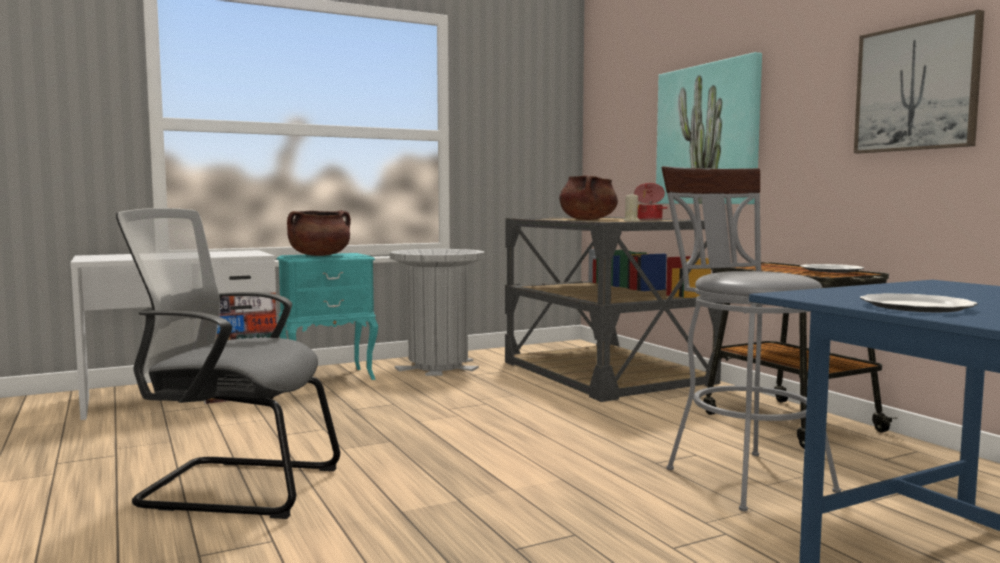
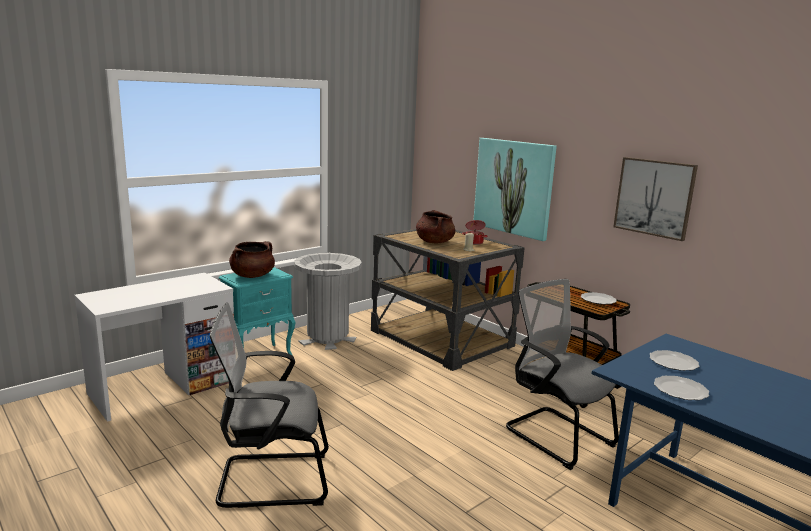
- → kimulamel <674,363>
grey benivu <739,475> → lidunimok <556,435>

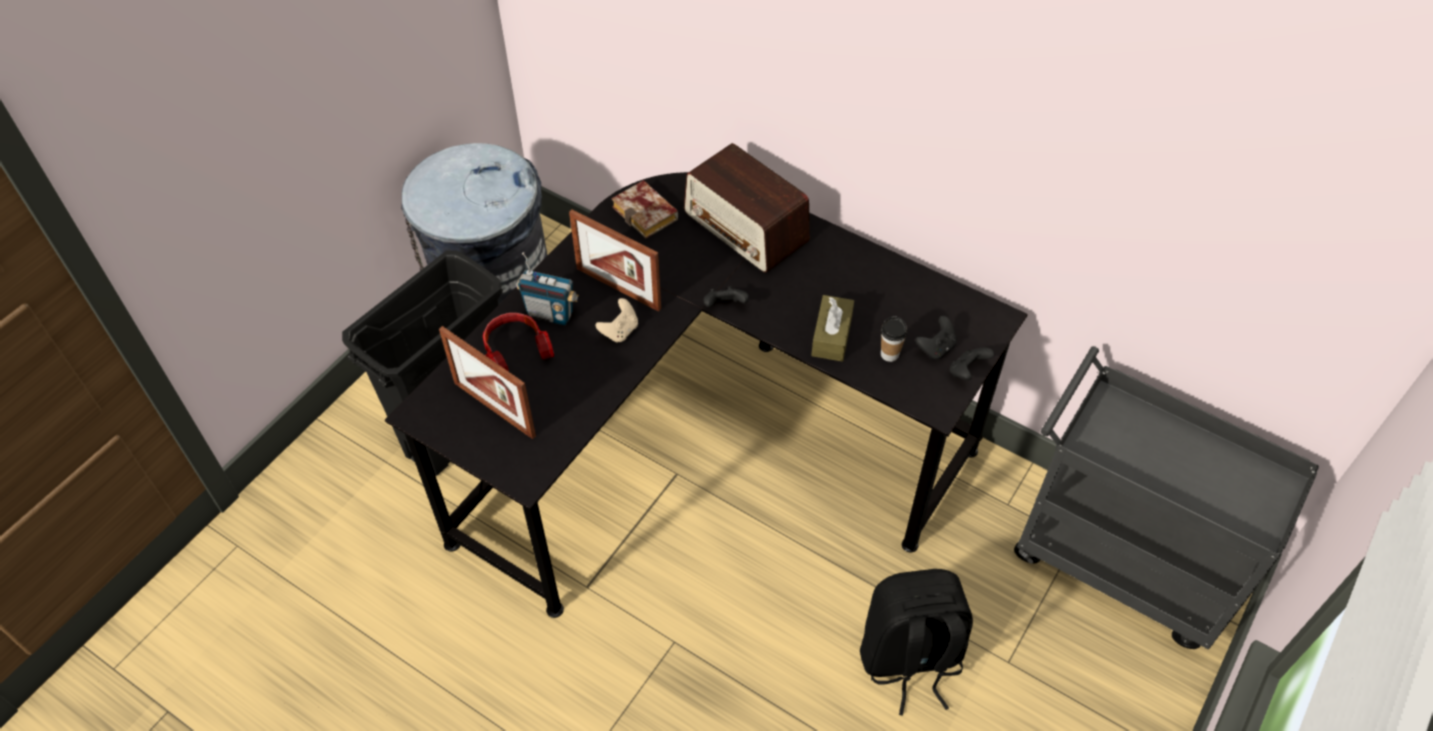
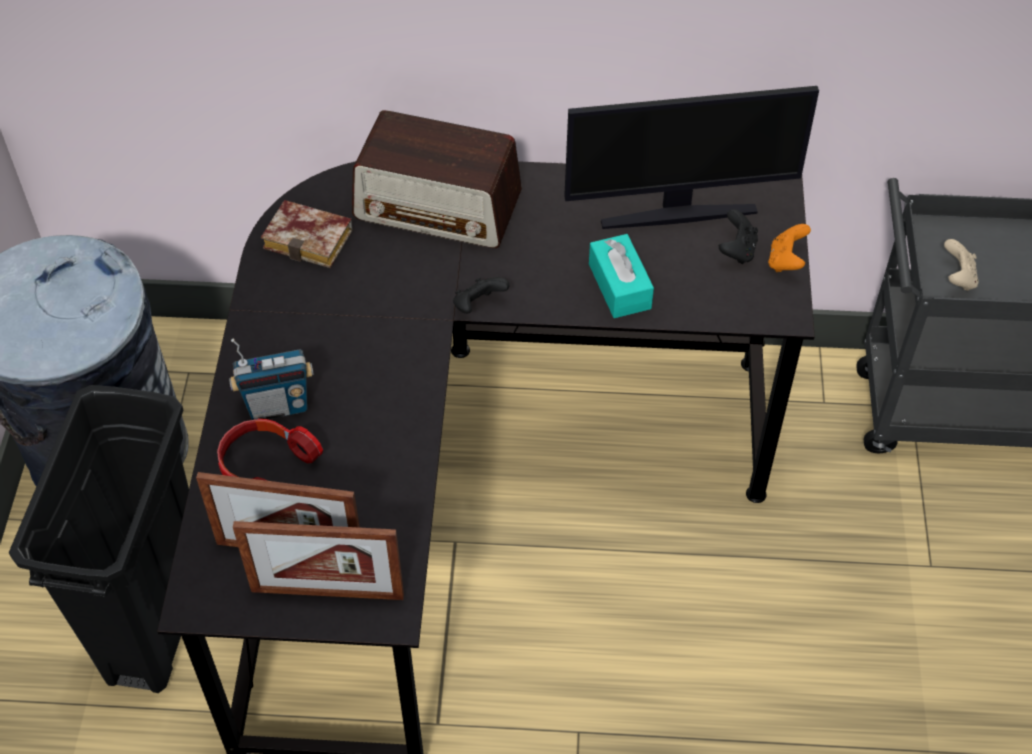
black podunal <909,660> → -
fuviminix <889,354> → -
- → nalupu <678,213>
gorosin <618,288> → gorosin <327,593>, shifted
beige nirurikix <620,331> → beige nirurikix <957,278>, shifted
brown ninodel <831,336> → turquoise ninodel <619,286>
black nirurikix <967,372> → orange nirurikix <786,261>

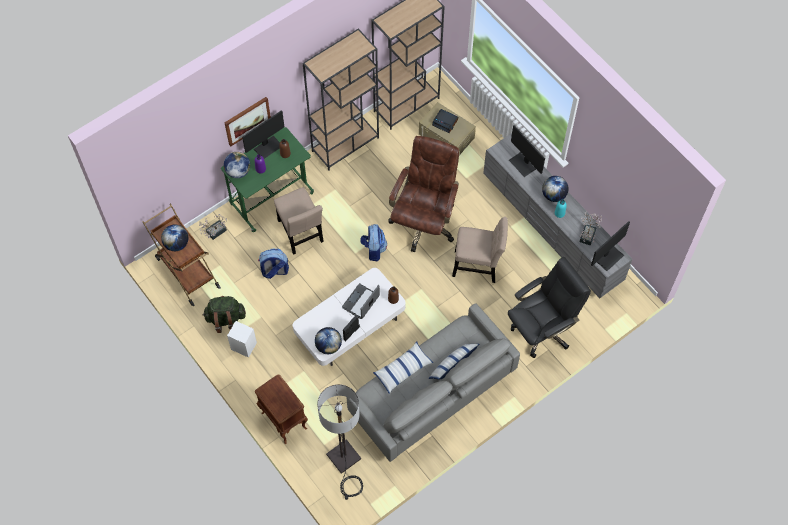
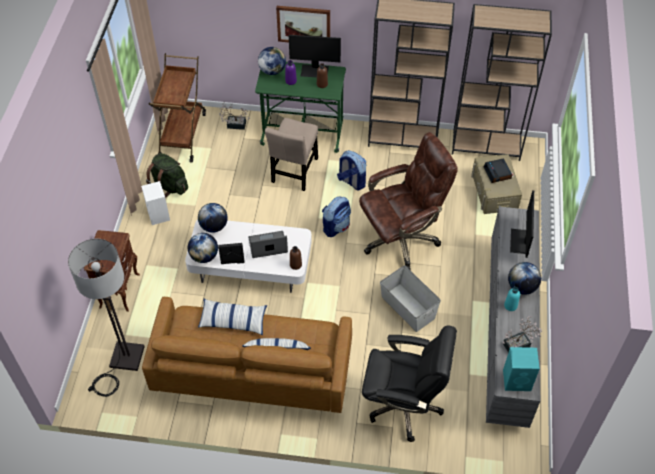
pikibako <176,244> → pikibako <214,226>, shifted
podunal <274,271> → podunal <351,181>, shifted
beige lidunimok <478,266> → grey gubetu <407,308>
nalupu <609,257> → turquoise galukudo <517,380>
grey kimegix <432,393> → brown kimegix <252,373>

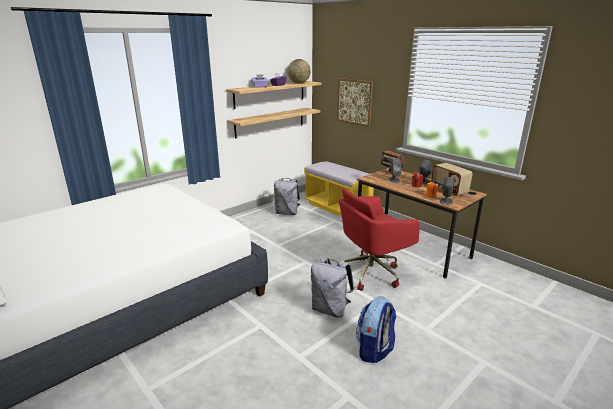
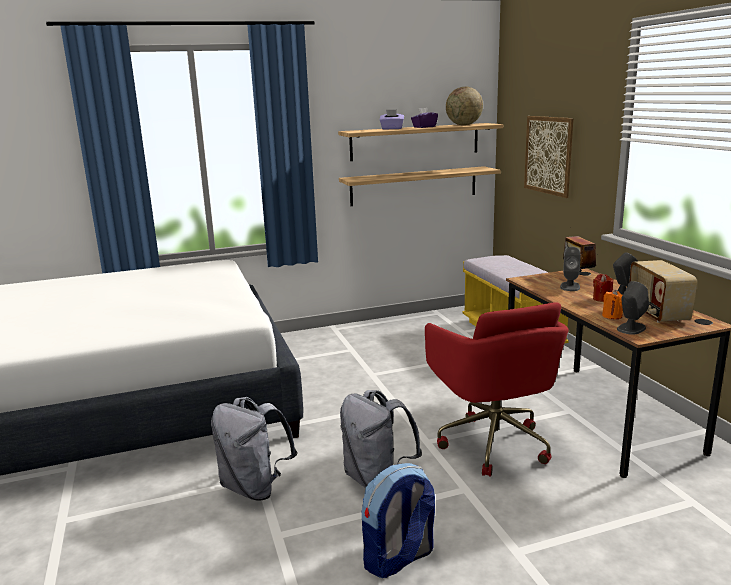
grey podunal <287,213> → grey podunal <254,487>, shifted
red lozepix <372,273> → red lozepix <491,443>, 105 degrees counterclockwise

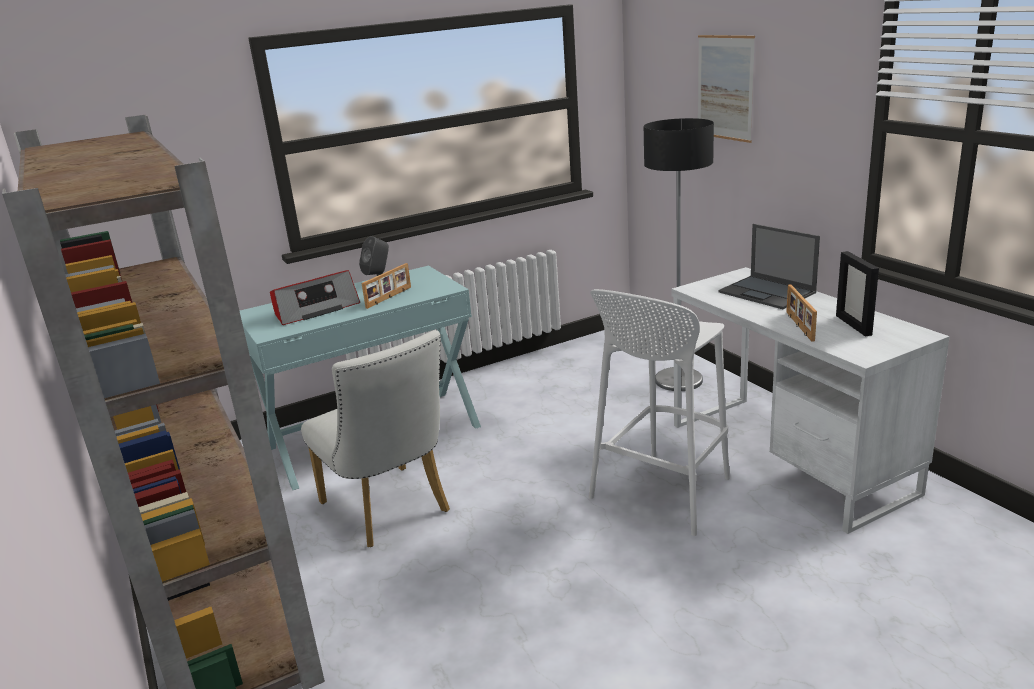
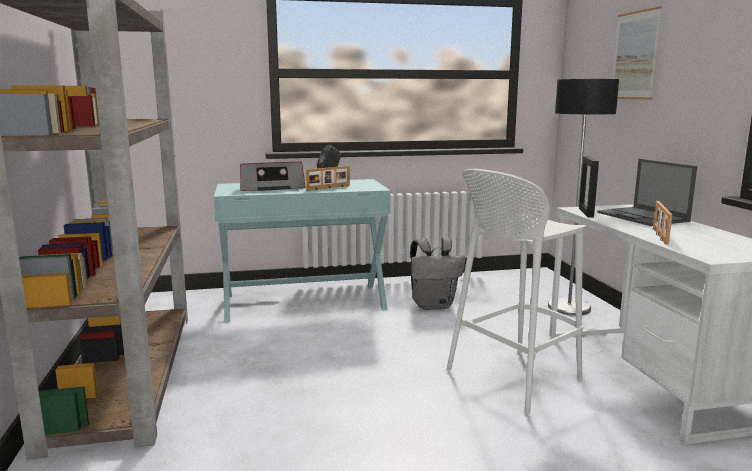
white lidunimok <390,511> → -
- → grey podunal <433,305>
gorosin <854,325> → gorosin <587,212>, shifted

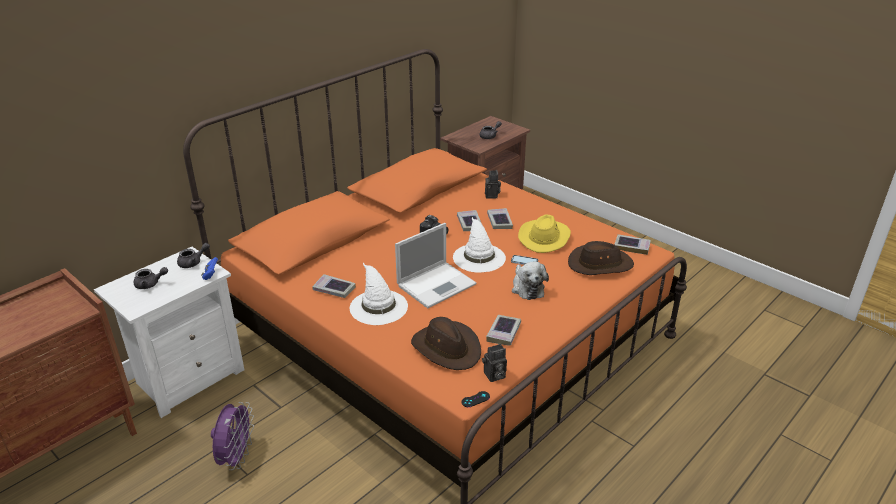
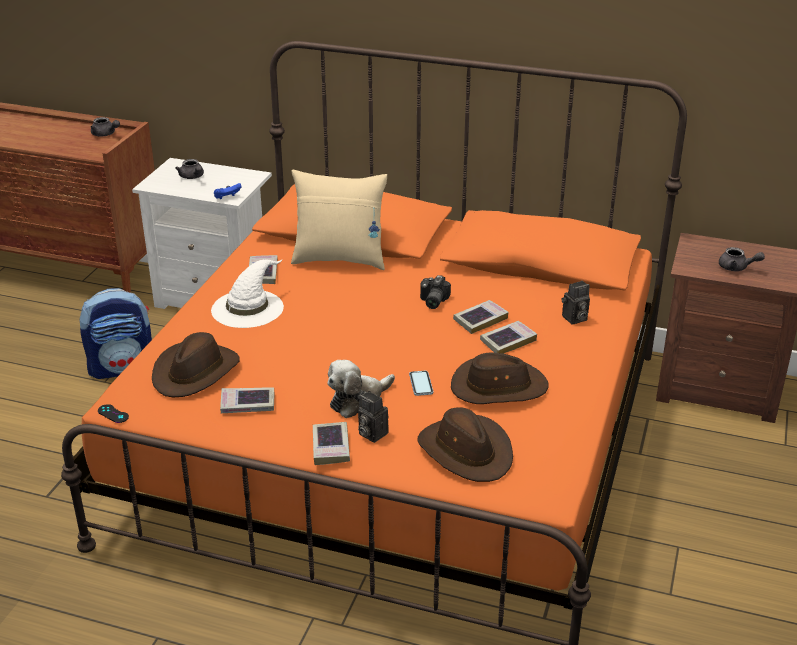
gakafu <437,284> → -
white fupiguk <478,257> → -
- → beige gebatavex <339,260>
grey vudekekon <193,262> → grey vudekekon <105,134>, shifted
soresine <494,376> → soresine <371,433>, shifted
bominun <632,246> → bominun <331,447>, shifted
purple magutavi <236,457> → podunal <123,367>
yellow fupiguk <544,237> → brown fupiguk <498,387>

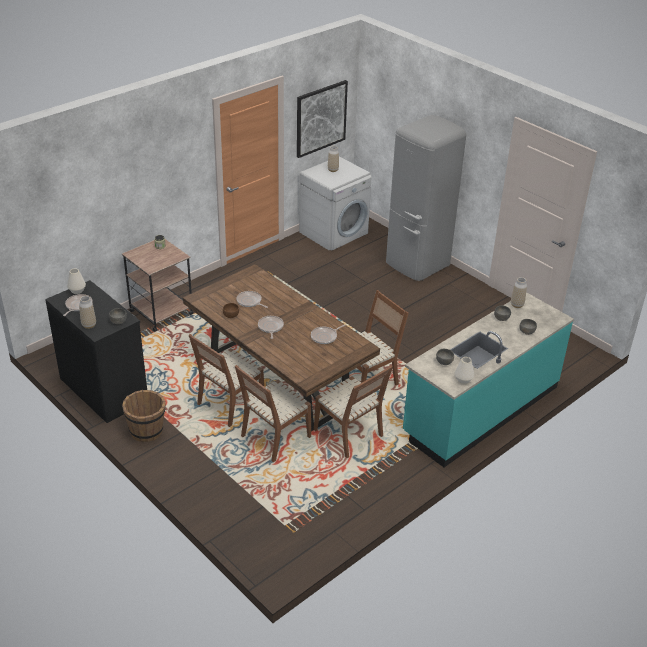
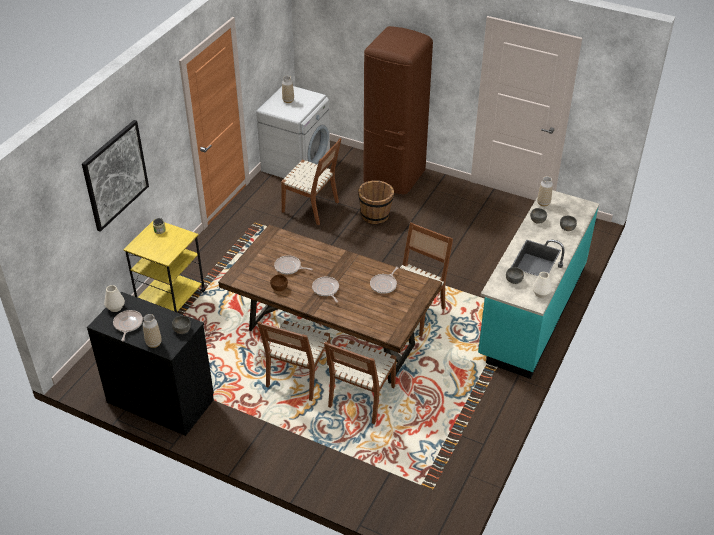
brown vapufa <147,431> → brown vapufa <375,215>, shifted
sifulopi <321,118> → sifulopi <115,175>, shifted
lidunimok <349,435> → lidunimok <312,208>, shifted
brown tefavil <162,312> → yellow tefavil <171,297>
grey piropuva <416,264> → brown piropuva <393,177>

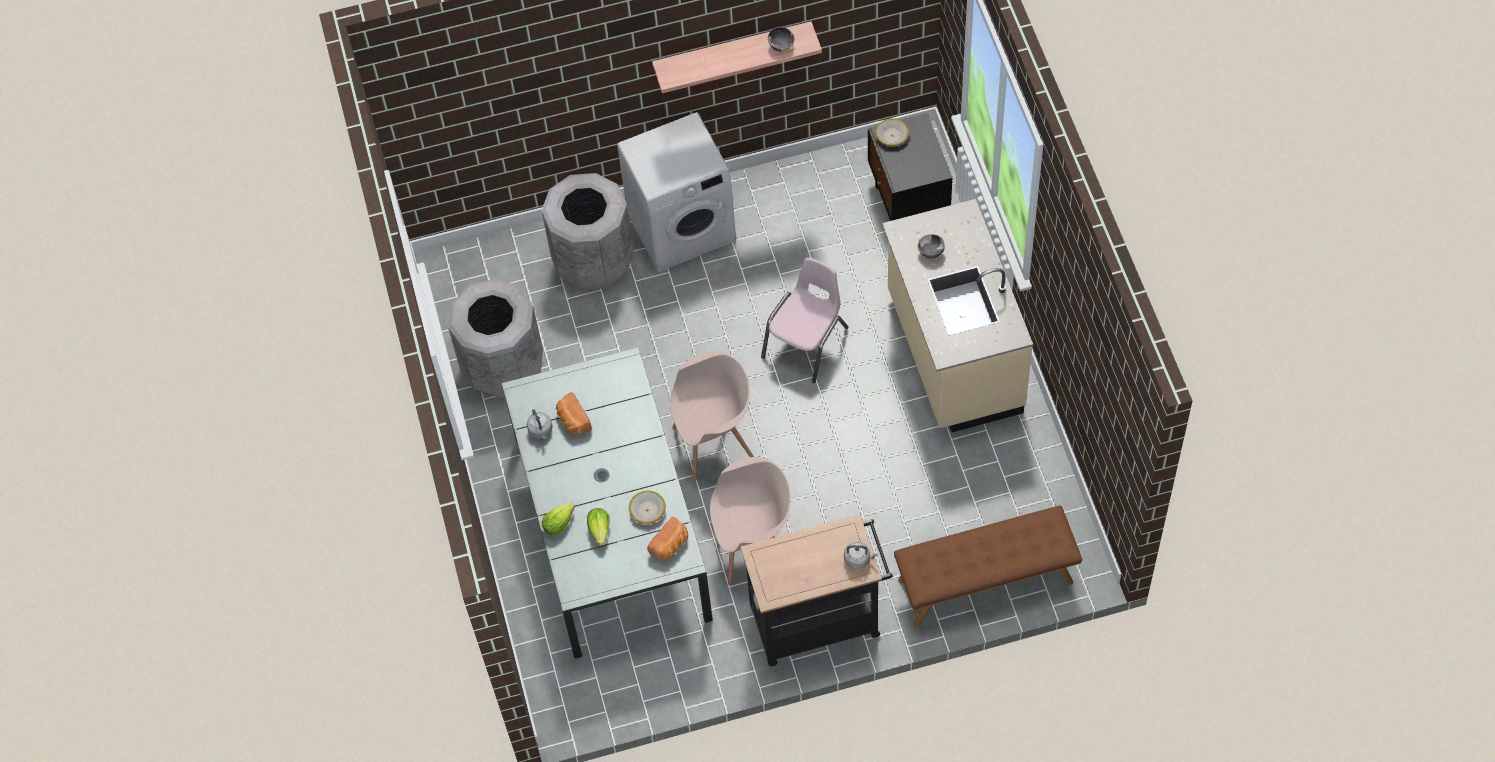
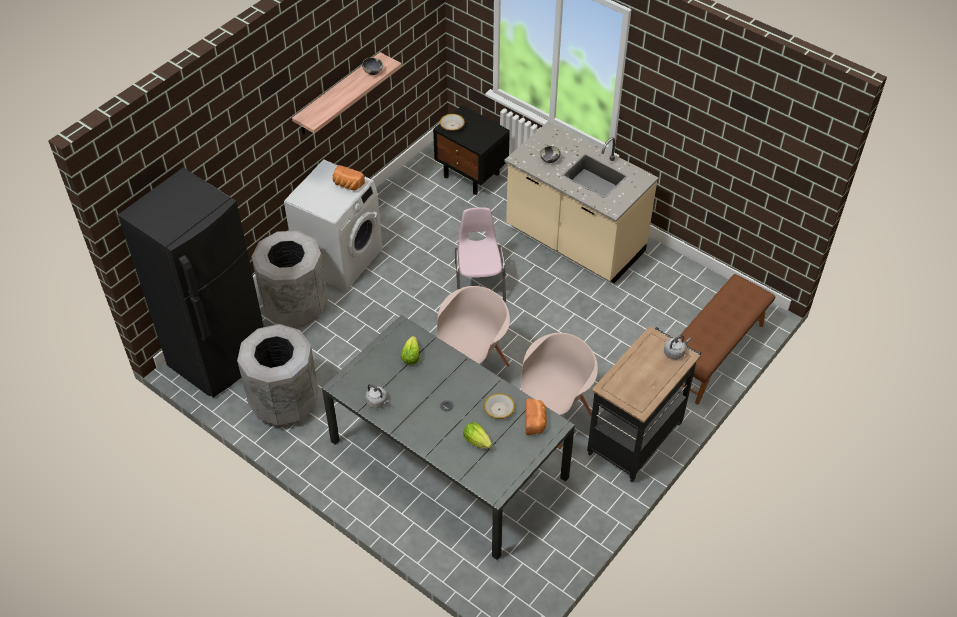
- → black piropuva <219,359>
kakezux <558,524> → kakezux <411,357>, shifted
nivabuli <572,420> → nivabuli <347,185>, shifted

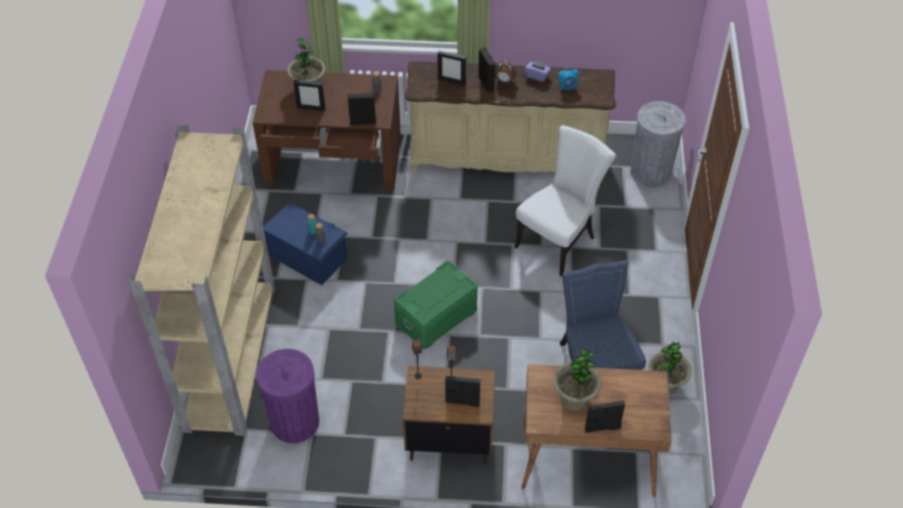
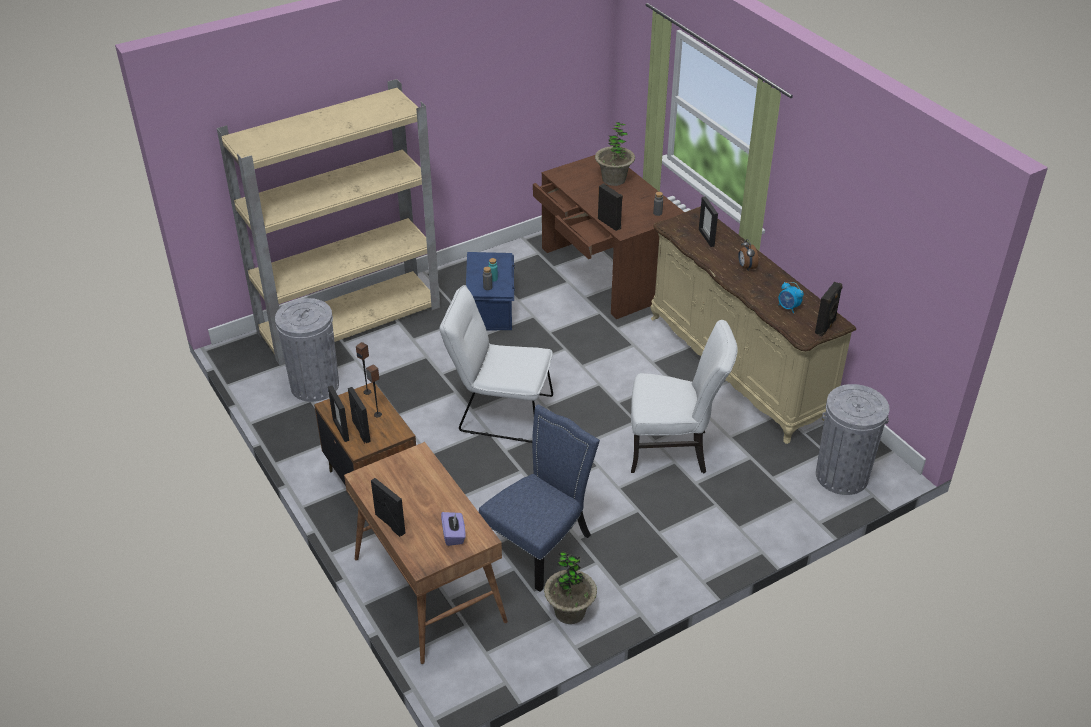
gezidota <574,398> → -
gorosin <311,107> → gorosin <341,429>, shifted
black galukudo <487,83> → black galukudo <826,327>, shifted
purple ninodel <537,76> → purple ninodel <454,535>, shifted
green gubetu <435,317> → white lidunimok <499,412>
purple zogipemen <295,422> → grey zogipemen <315,385>

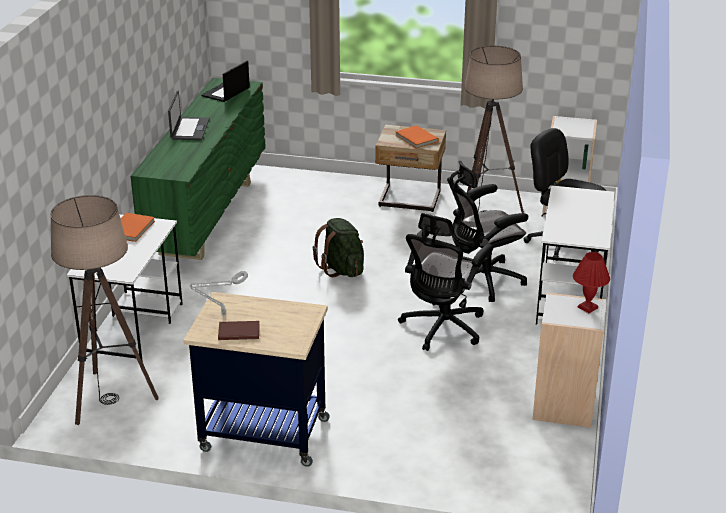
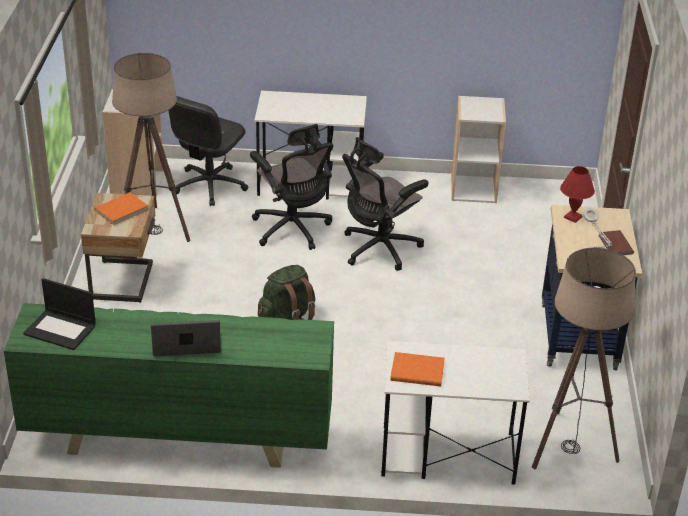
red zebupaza <588,307> → red zebupaza <573,217>, shifted
lozepix <443,328> → lozepix <380,249>, 120 degrees clockwise

